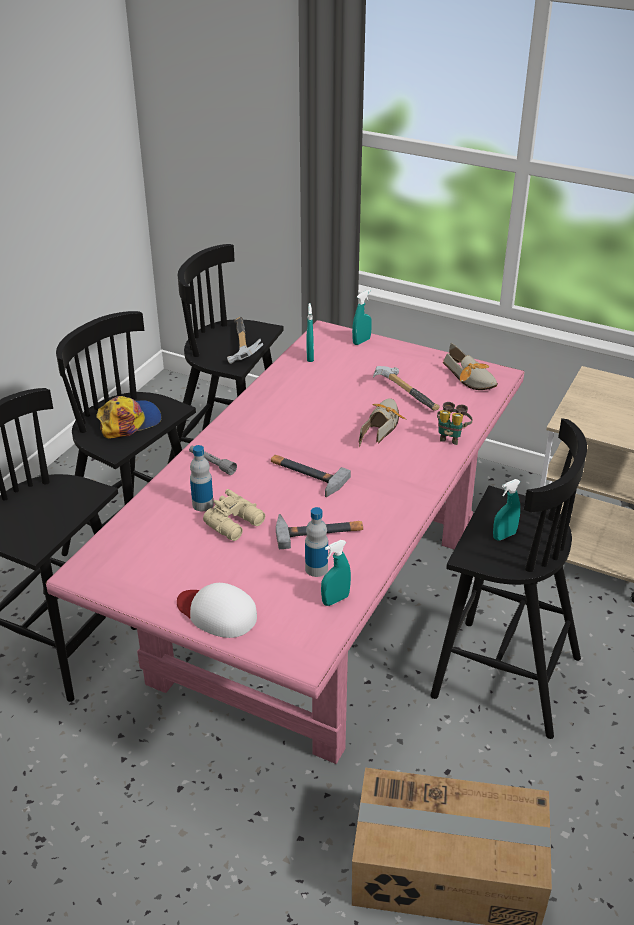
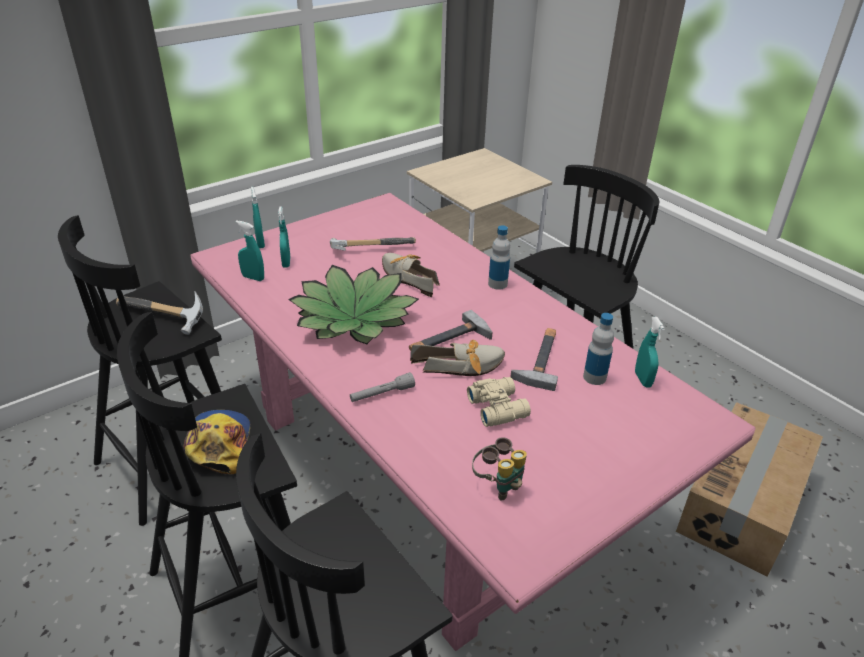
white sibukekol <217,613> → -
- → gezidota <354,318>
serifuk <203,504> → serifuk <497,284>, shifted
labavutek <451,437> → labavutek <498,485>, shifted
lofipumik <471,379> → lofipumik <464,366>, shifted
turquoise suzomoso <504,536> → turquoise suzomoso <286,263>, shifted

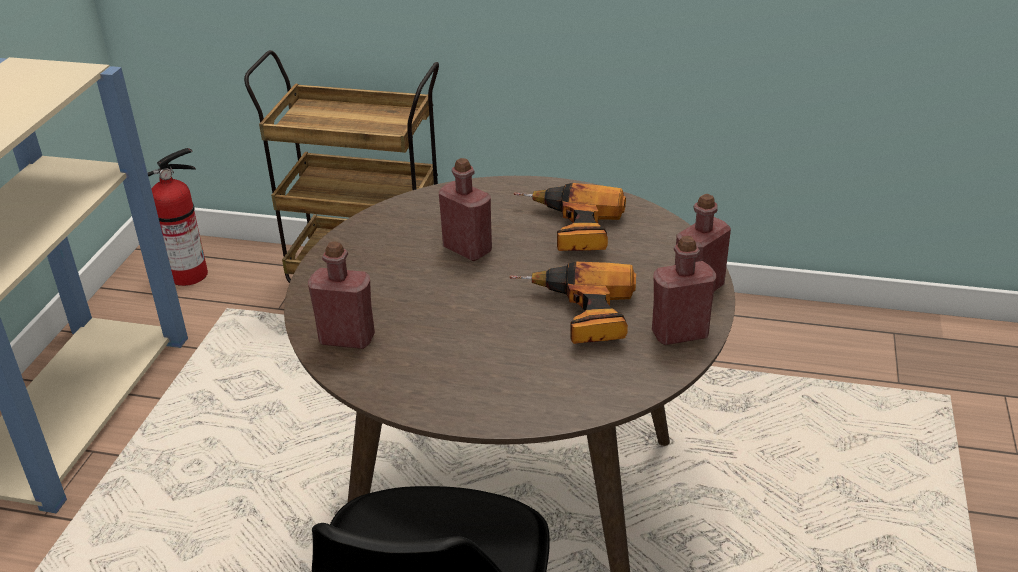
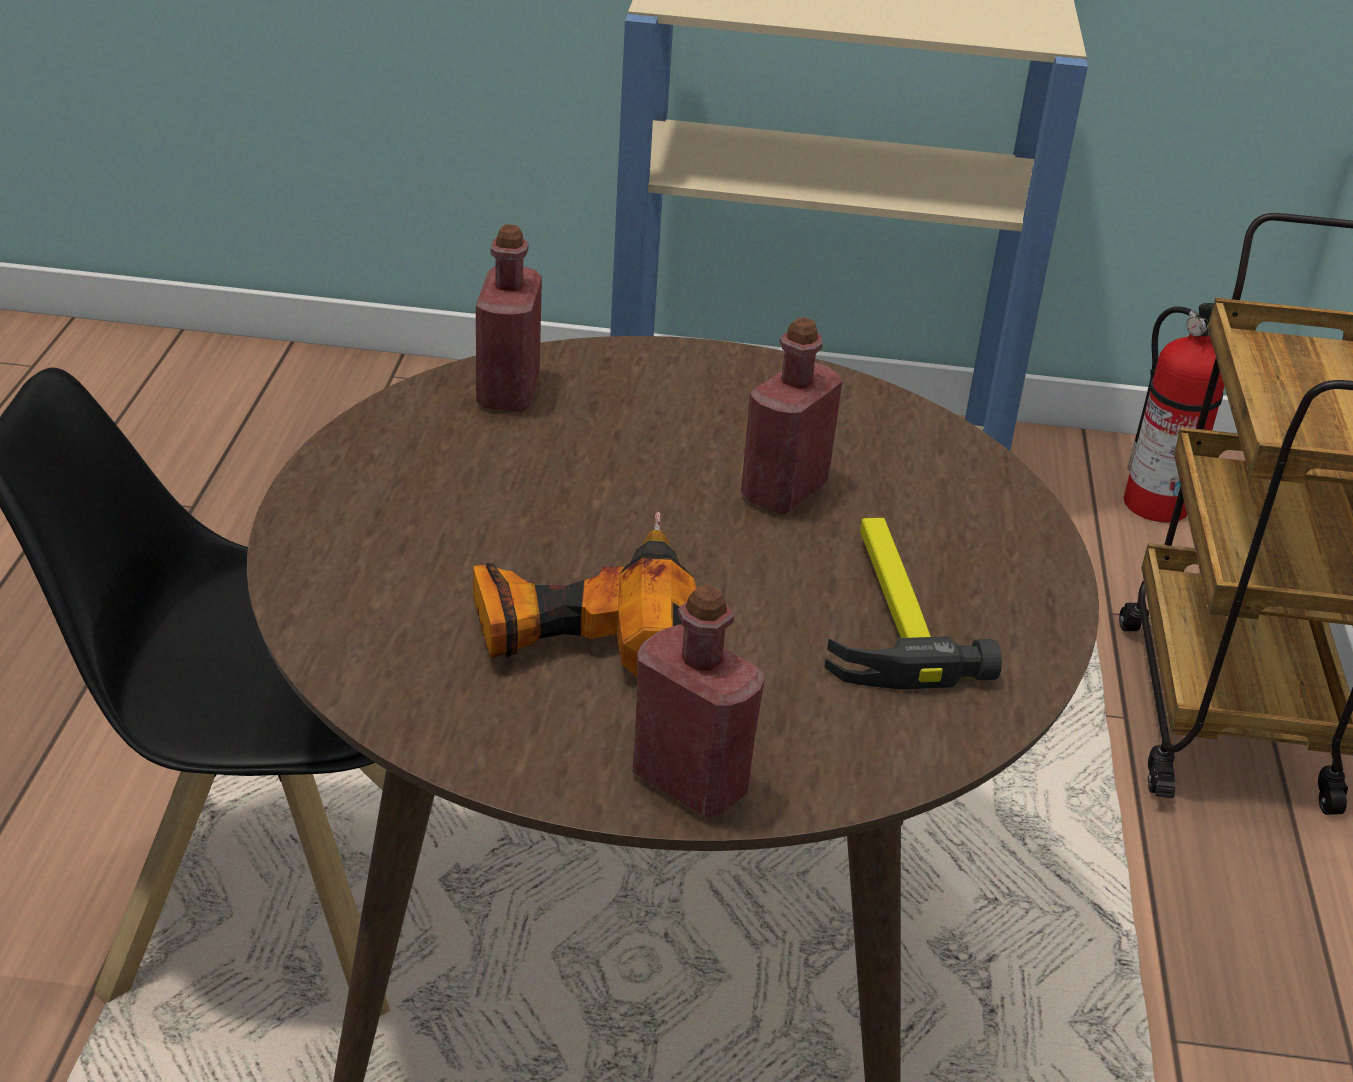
red serifuk <680,334> → -
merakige <571,230> → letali <885,612>

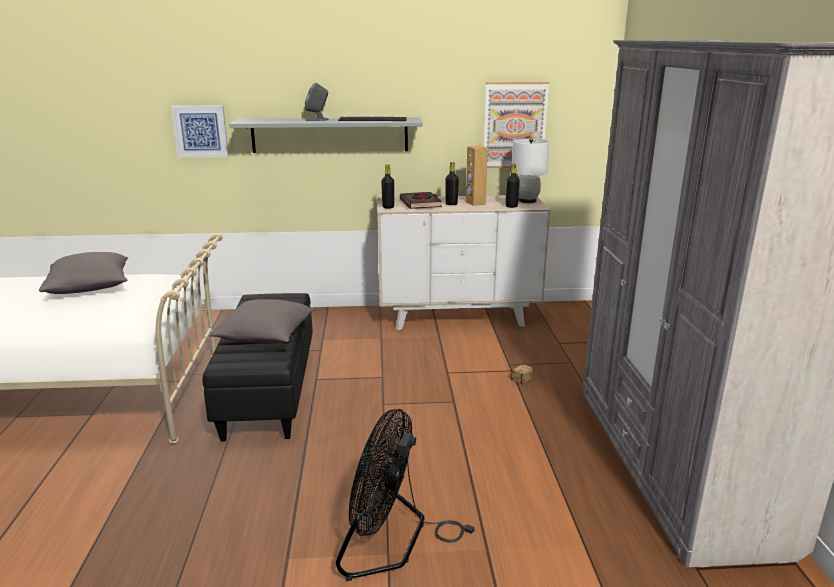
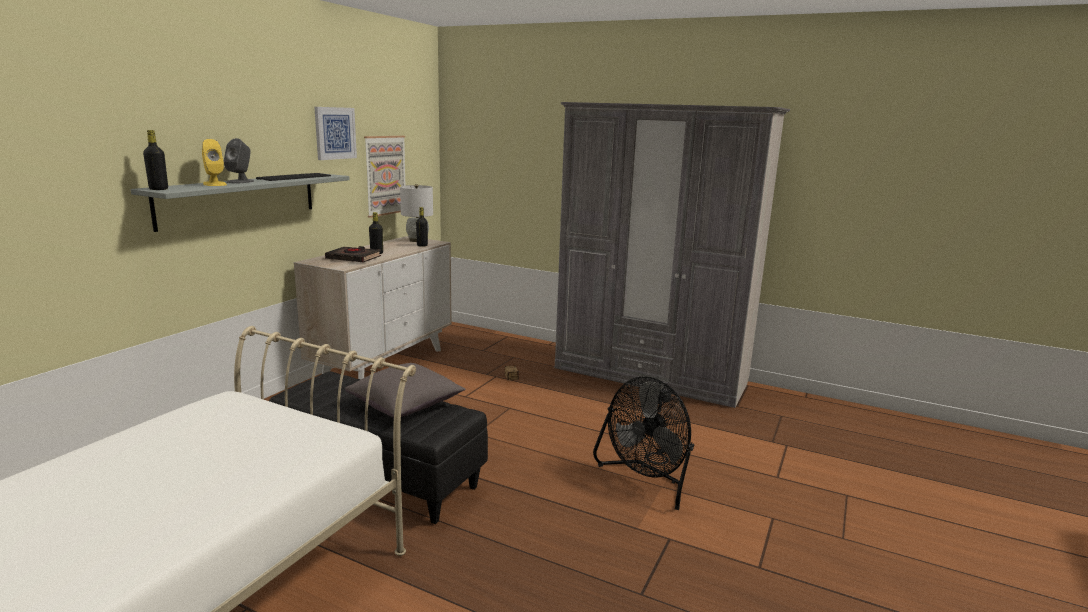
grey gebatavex <90,288> → -
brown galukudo <475,203> → -
- → yellow galukudo <214,184>
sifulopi <200,131> → sifulopi <335,133>, shifted
black serifuk <388,207> → black serifuk <158,189>, shifted

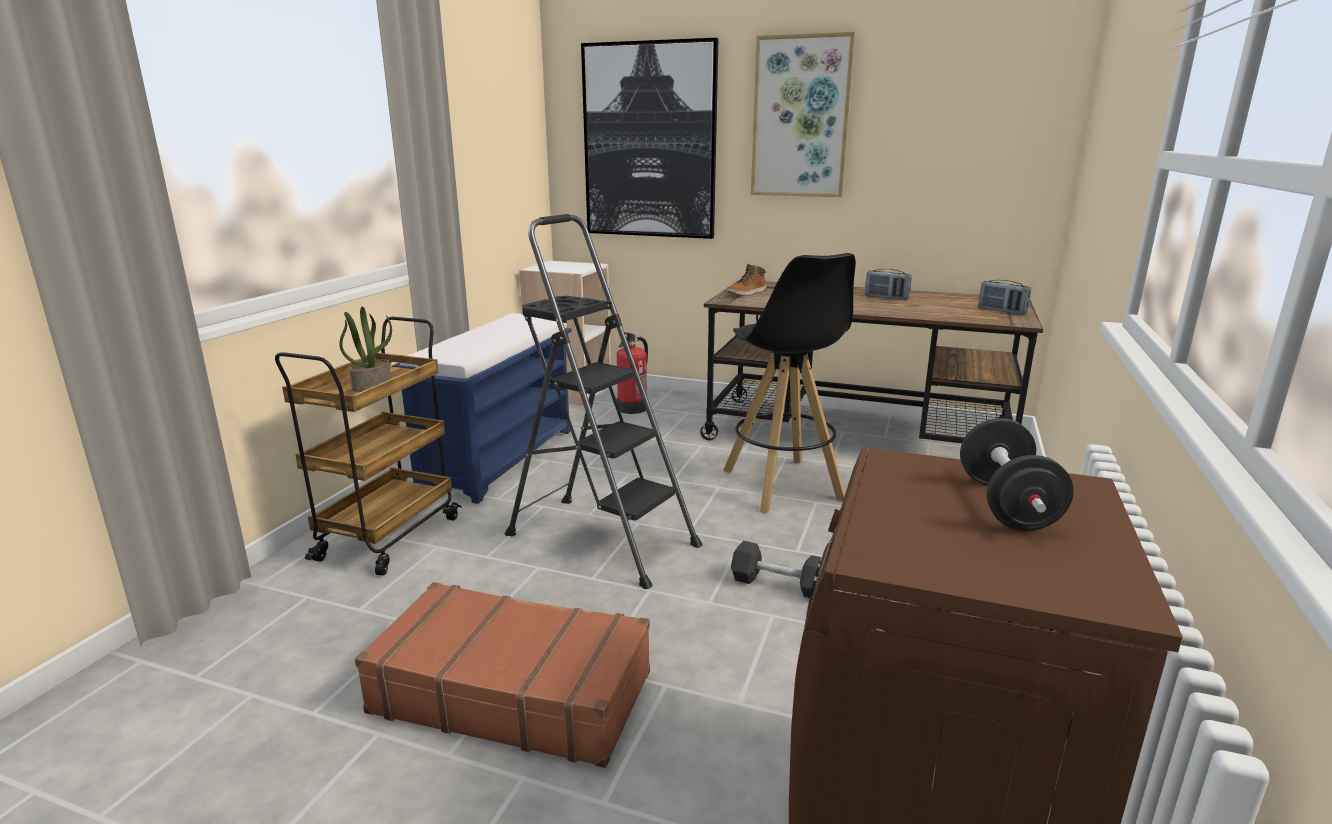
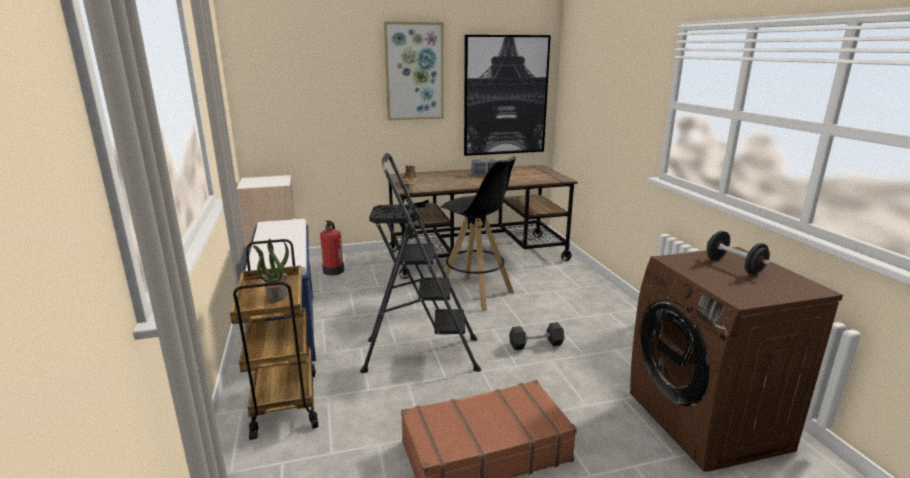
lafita <1001,311> → -
sifulopi <649,142> → sifulopi <505,96>, shifted

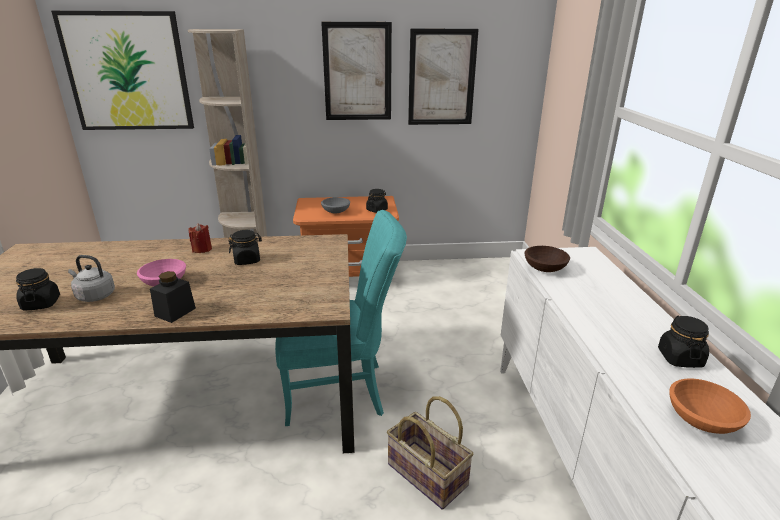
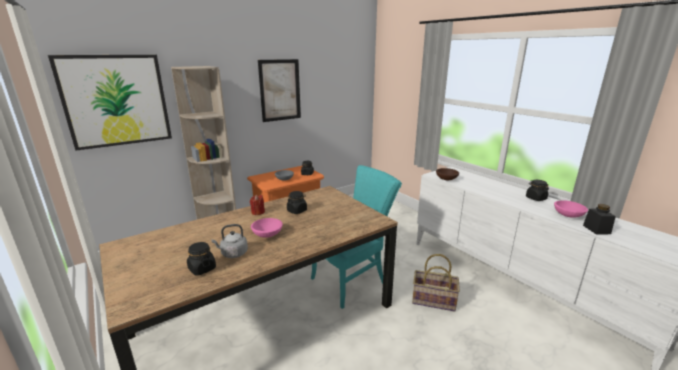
sifulopi <441,78> → -
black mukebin <175,312> → black mukebin <596,229>, shifted
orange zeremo <701,420> → pink zeremo <568,215>

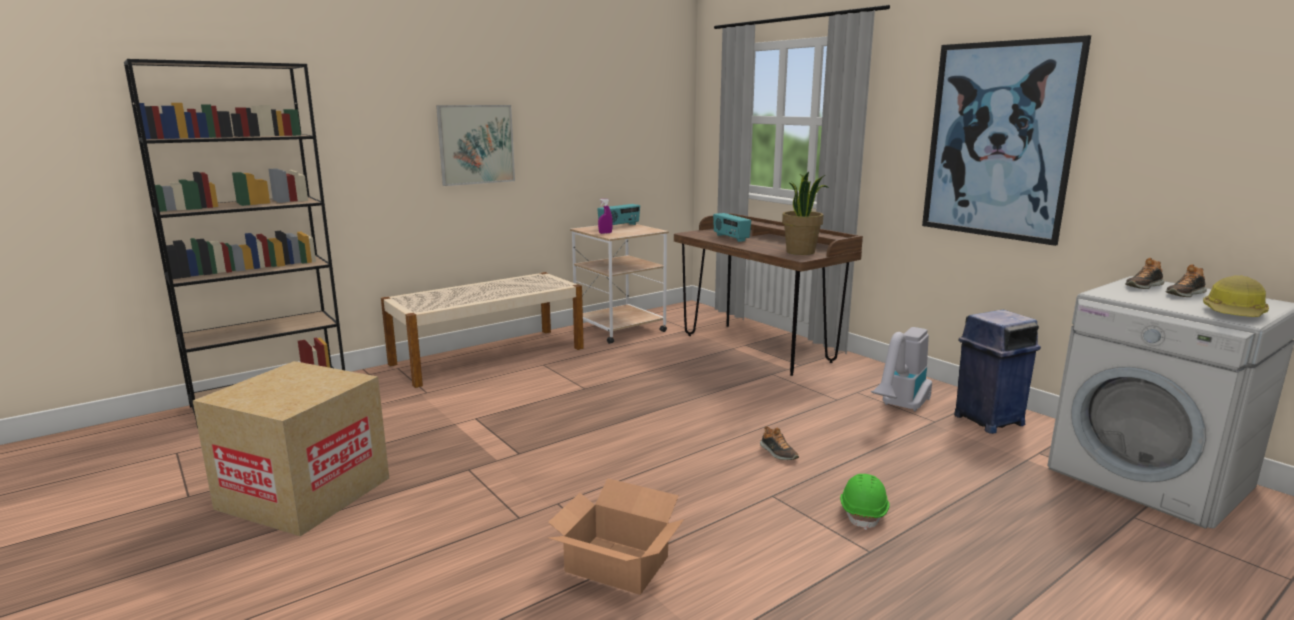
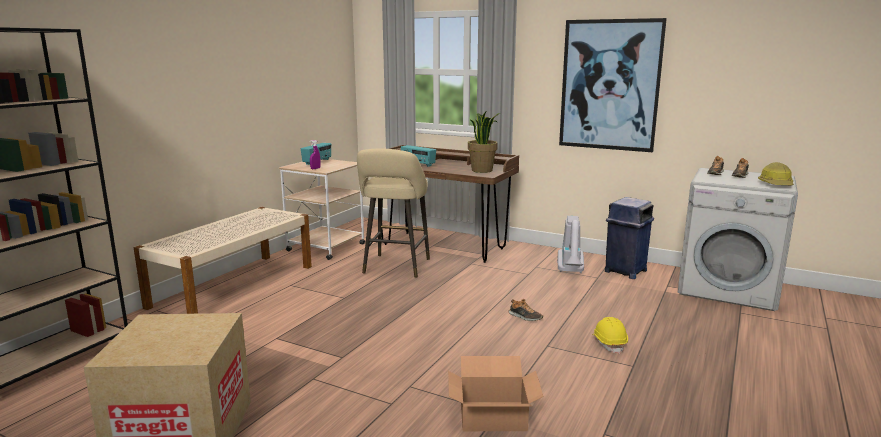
sifulopi <476,144> → -
- → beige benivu <395,267>
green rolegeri <863,512> → yellow rolegeri <609,343>

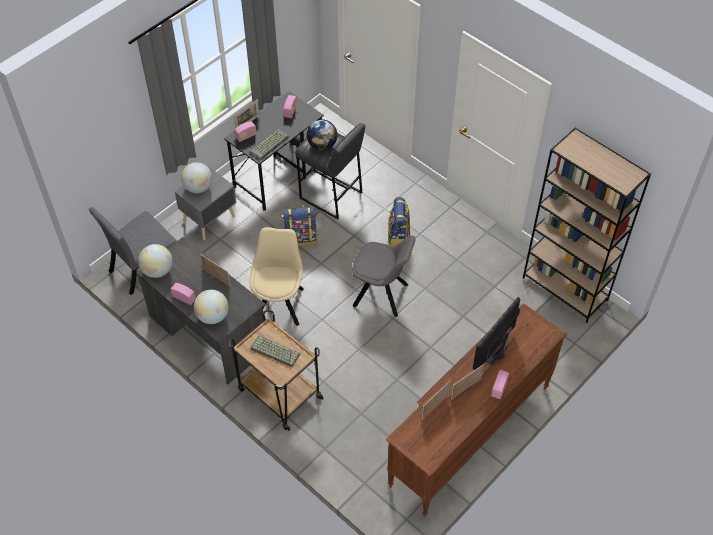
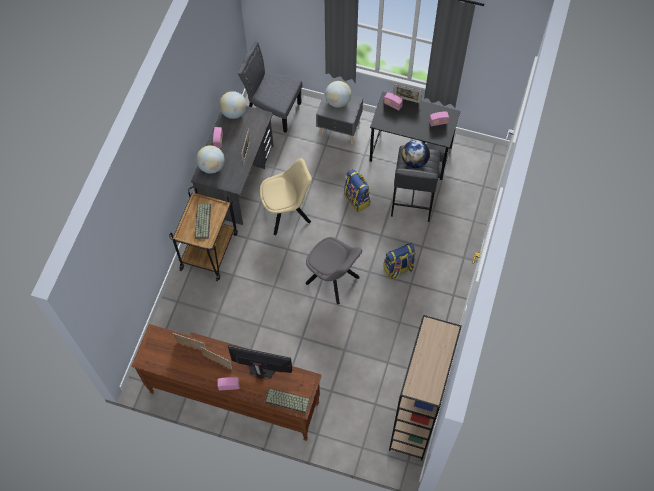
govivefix <269,145> → govivefix <286,401>, shifted
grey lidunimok <381,295> → grey lidunimok <333,280>, 45 degrees counterclockwise

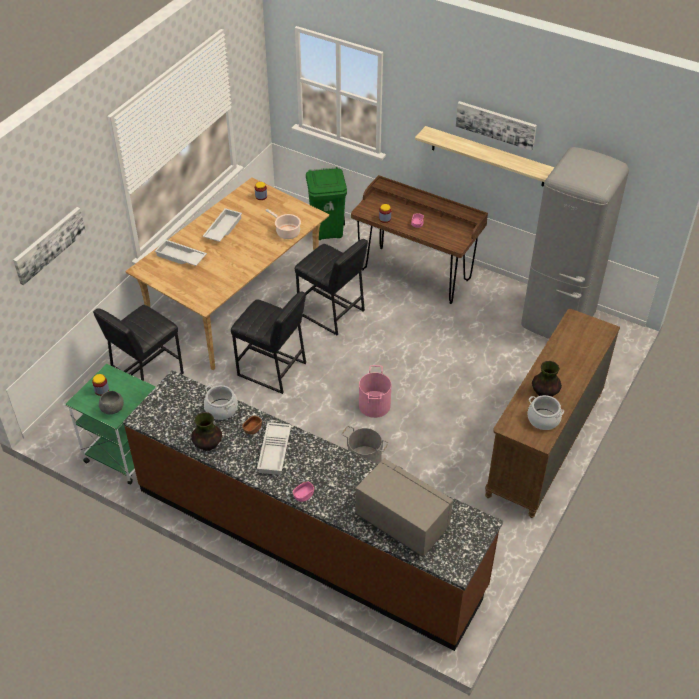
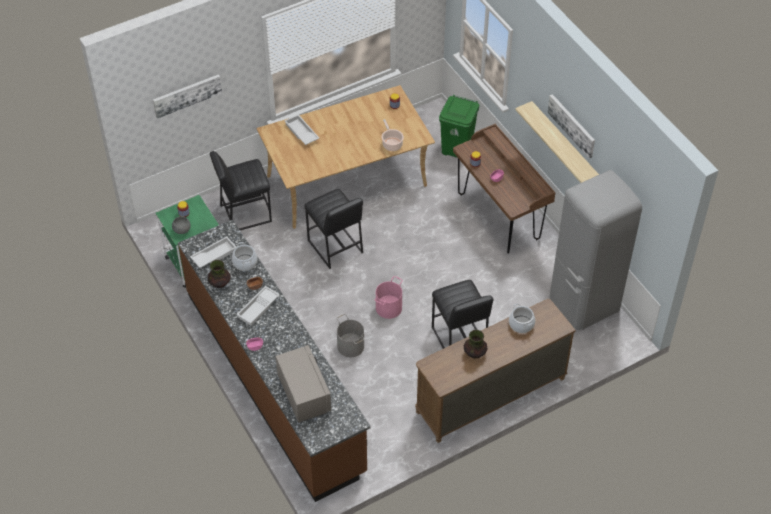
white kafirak <222,229> → white kafirak <214,255>, shifted
black lidunimok <332,312> → black lidunimok <459,338>, shifted
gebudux <543,419> → gebudux <521,324>, shifted

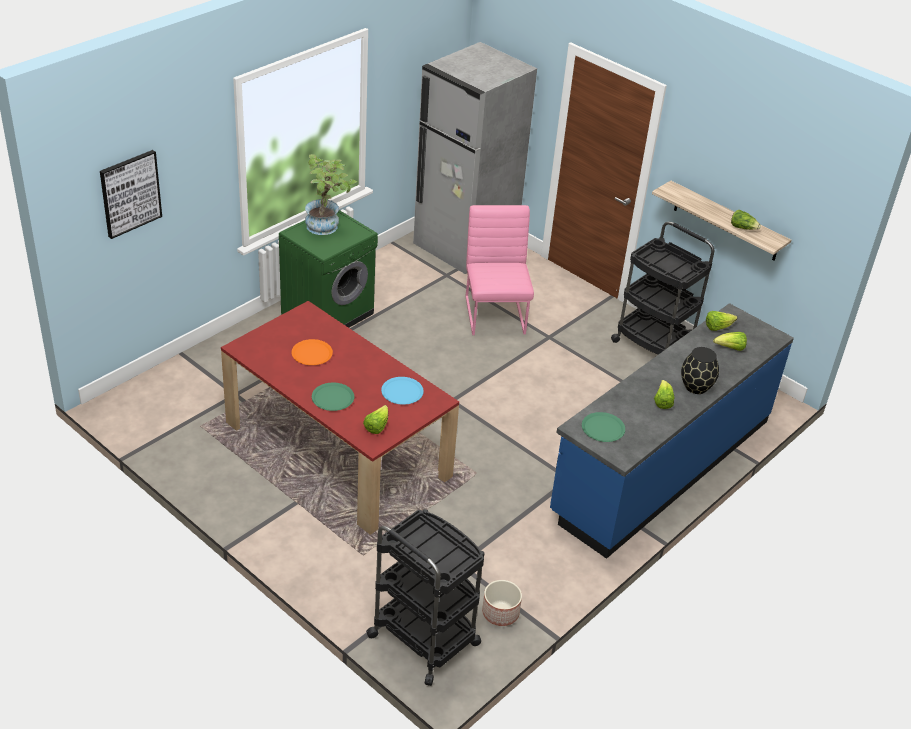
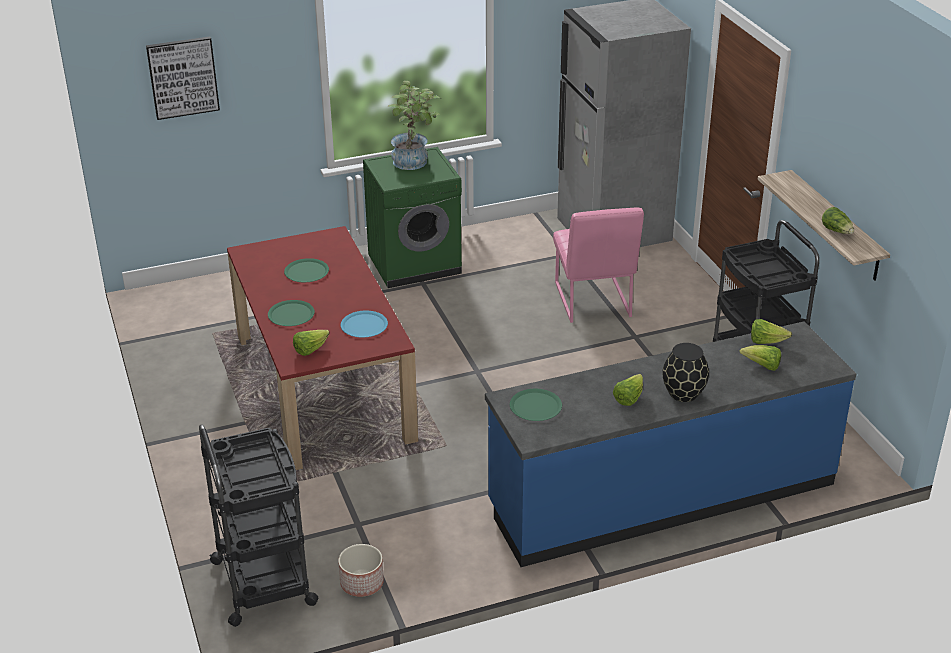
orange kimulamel <312,353> → green kimulamel <306,271>
pink lidunimok <495,313> → pink lidunimok <592,301>, 150 degrees clockwise

